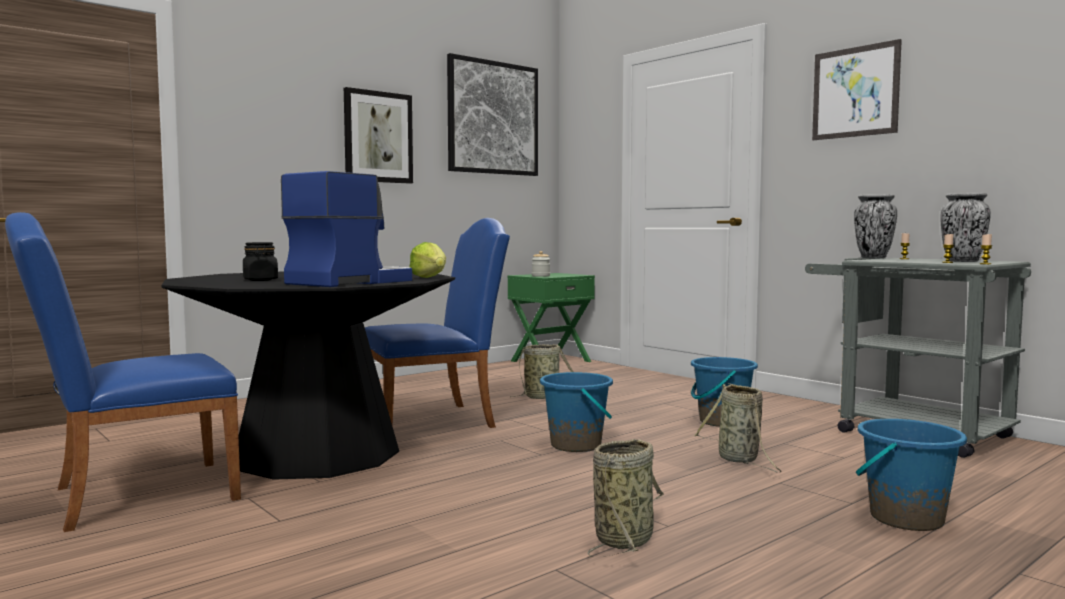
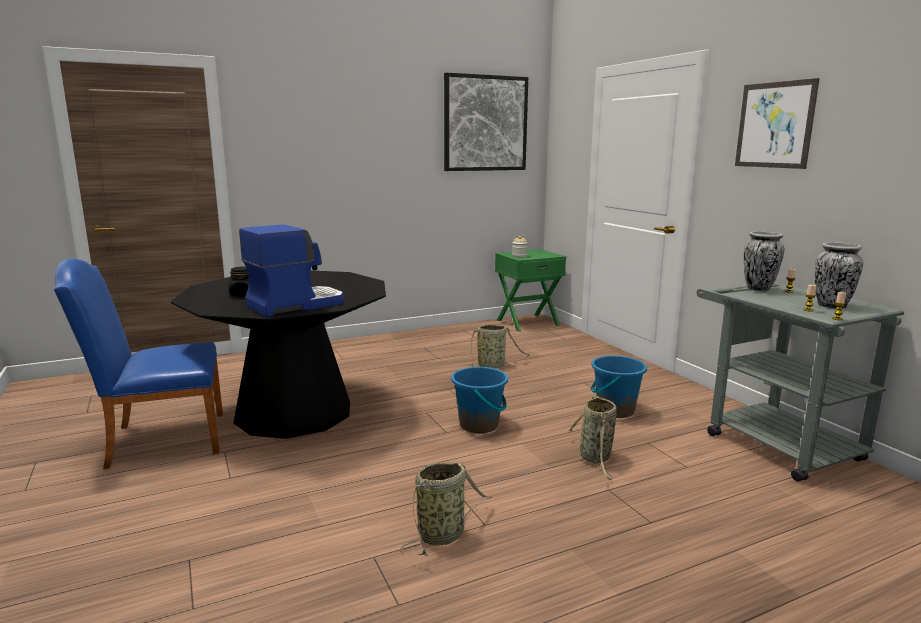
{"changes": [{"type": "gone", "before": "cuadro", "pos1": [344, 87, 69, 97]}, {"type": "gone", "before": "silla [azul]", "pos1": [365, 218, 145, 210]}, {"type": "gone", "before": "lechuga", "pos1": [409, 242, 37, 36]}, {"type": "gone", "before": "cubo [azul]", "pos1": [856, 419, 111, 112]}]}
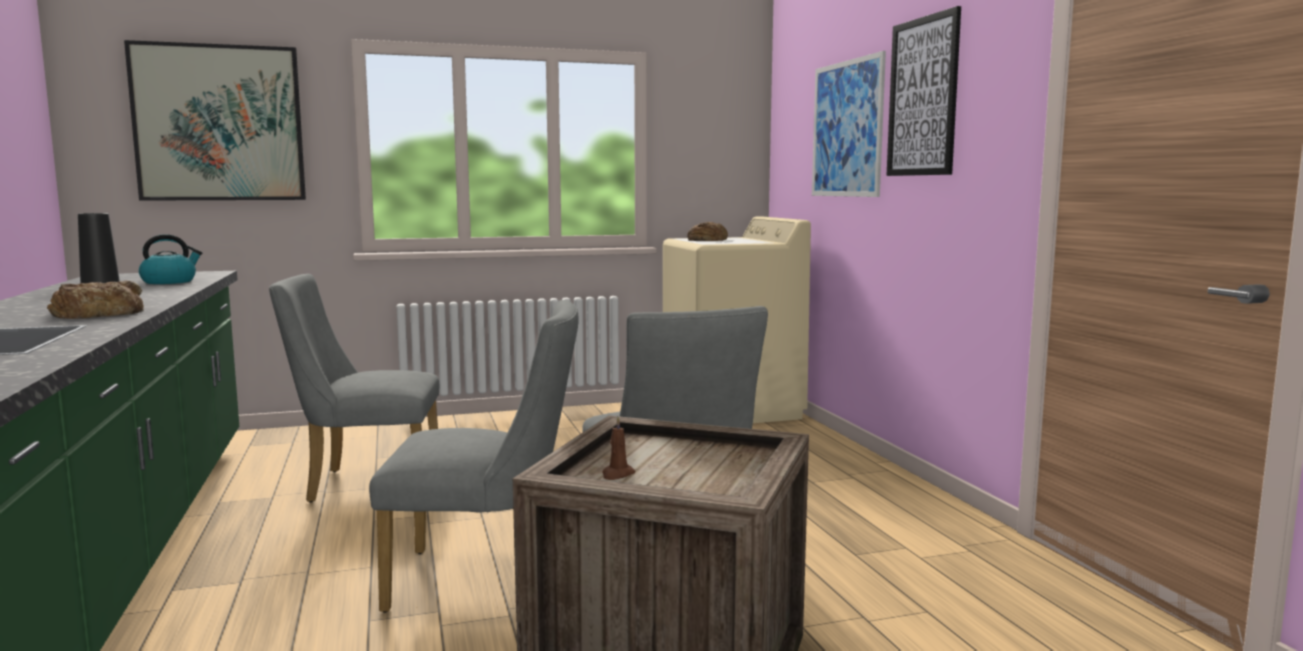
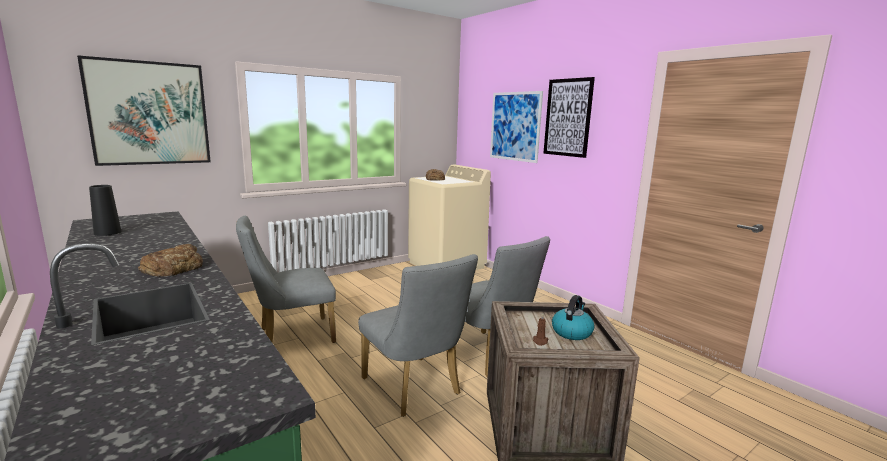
{"changes": [{"type": "shifted", "before": "hervidor", "pos1": [139, 234, 63, 50], "pos2": [552, 295, 43, 45]}, {"type": "rotated", "before": "silla [gris]", "pos1": [369, 300, 210, 313], "pos2": [358, 254, 120, 163], "turn": 75}]}
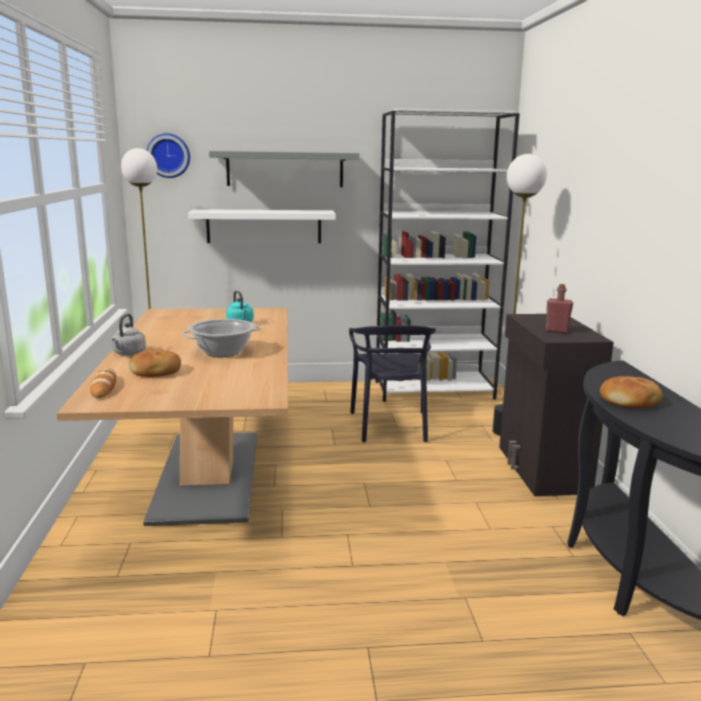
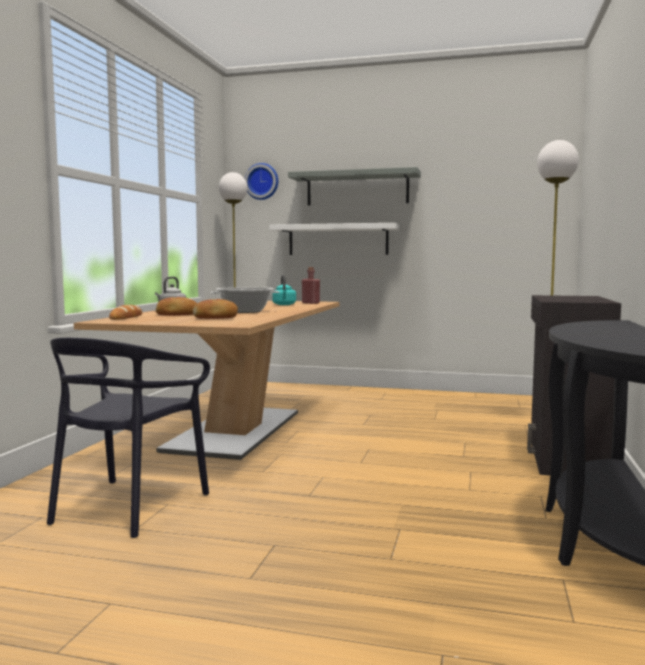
{"changes": [{"type": "gone", "before": "estantería [blanco]", "pos1": [375, 108, 145, 294]}, {"type": "shifted", "before": "silla [negro]", "pos1": [349, 325, 87, 117], "pos2": [47, 338, 163, 200]}, {"type": "shifted", "before": "botella [rojo]", "pos1": [545, 284, 29, 49], "pos2": [302, 267, 18, 37]}, {"type": "shifted", "before": "pan", "pos1": [600, 376, 63, 32], "pos2": [193, 299, 45, 20]}]}
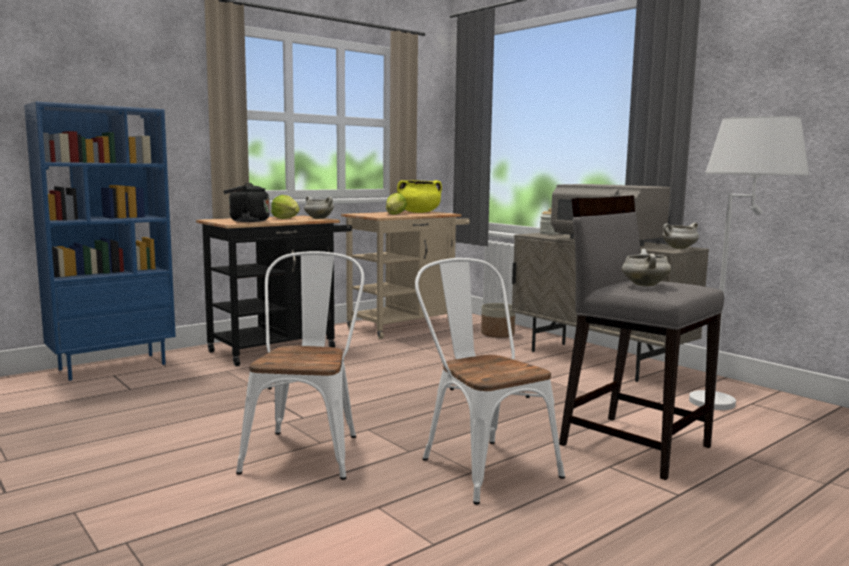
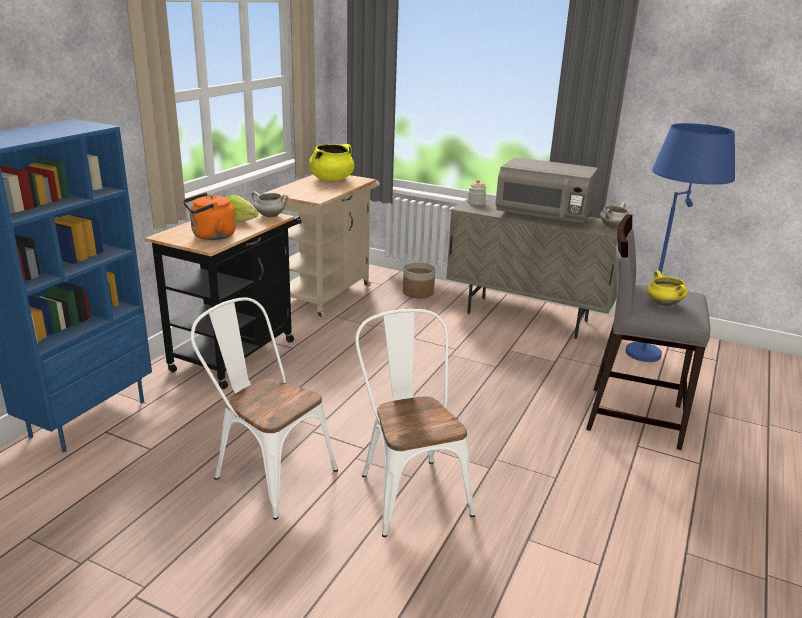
{"changes": [{"type": "gone", "before": "lechuga", "pos1": [386, 193, 21, 21]}, {"type": "shifted", "before": "silla [blanco]", "pos1": [415, 258, 150, 247], "pos2": [191, 297, 147, 223]}, {"type": "repainted", "before": "hervidor [negro]", "after": "hervidor [naranja]", "pos1": [223, 183, 47, 39], "pos2": [183, 193, 53, 47]}, {"type": "repainted", "before": "olla [blanco]", "after": "olla [amarillo]", "pos1": [622, 249, 49, 37], "pos2": [647, 271, 41, 35]}, {"type": "repainted", "before": "lámpara de pie [blanco]", "after": "lámpara de pie [azul]", "pos1": [689, 116, 120, 294], "pos2": [626, 123, 109, 239]}]}
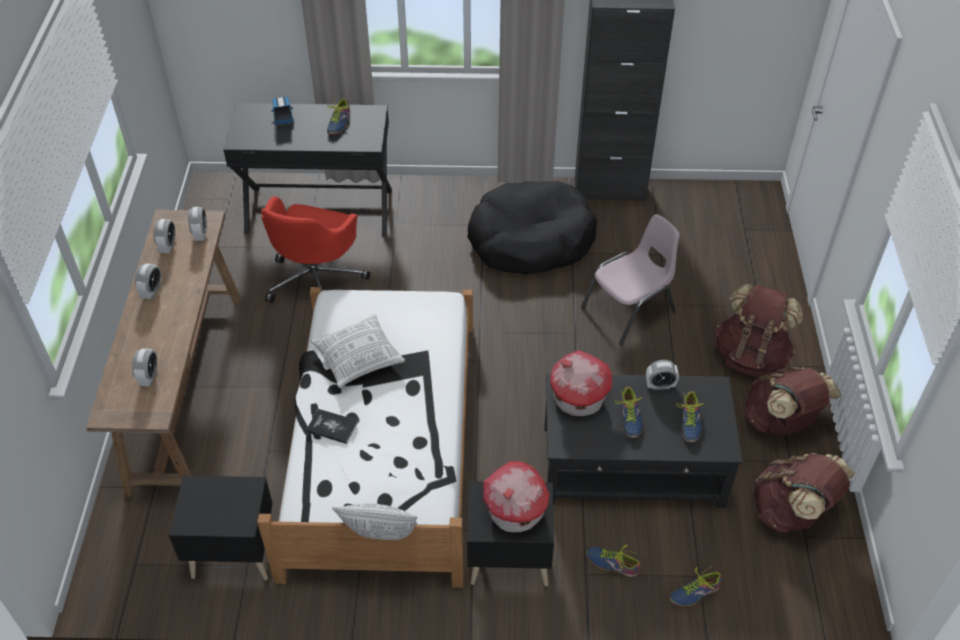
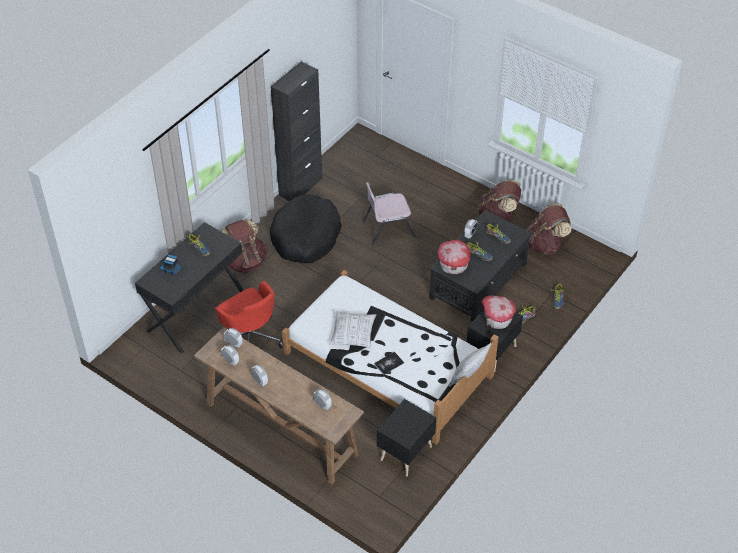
{"changes": [{"type": "shifted", "before": "mochila [marrón]", "pos1": [715, 284, 88, 93], "pos2": [220, 219, 47, 54]}, {"type": "rotated", "before": "silla [rosa]", "pos1": [581, 214, 99, 131], "pos2": [363, 182, 53, 62], "turn": -105}]}
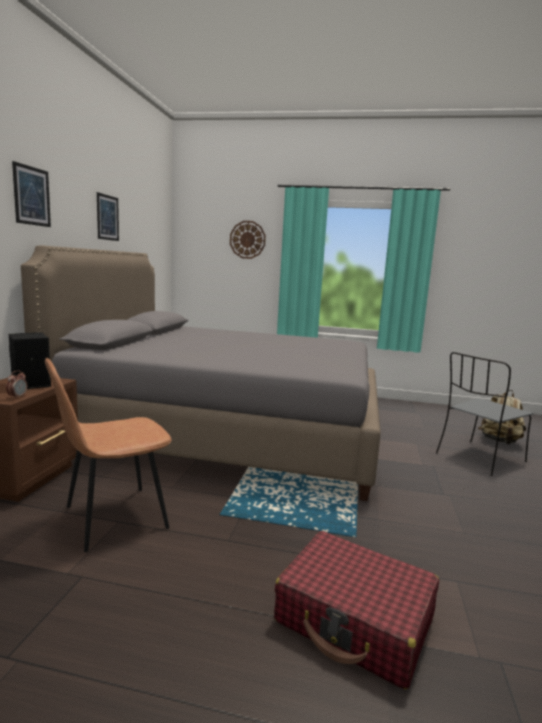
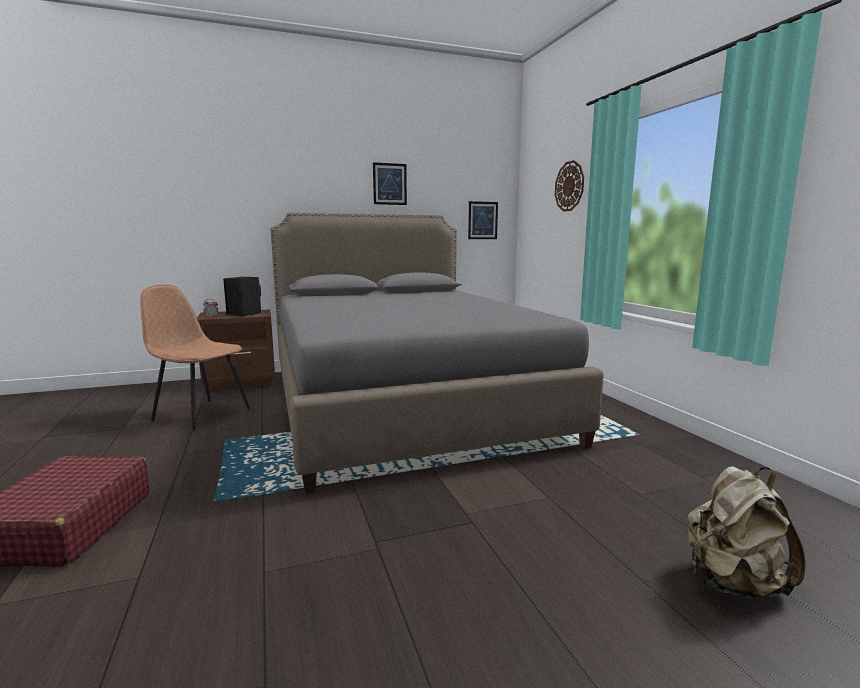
{"changes": [{"type": "gone", "before": "silla [gris]", "pos1": [436, 352, 98, 124]}, {"type": "shifted", "before": "cuadro", "pos1": [12, 161, 39, 66], "pos2": [468, 201, 30, 38]}]}
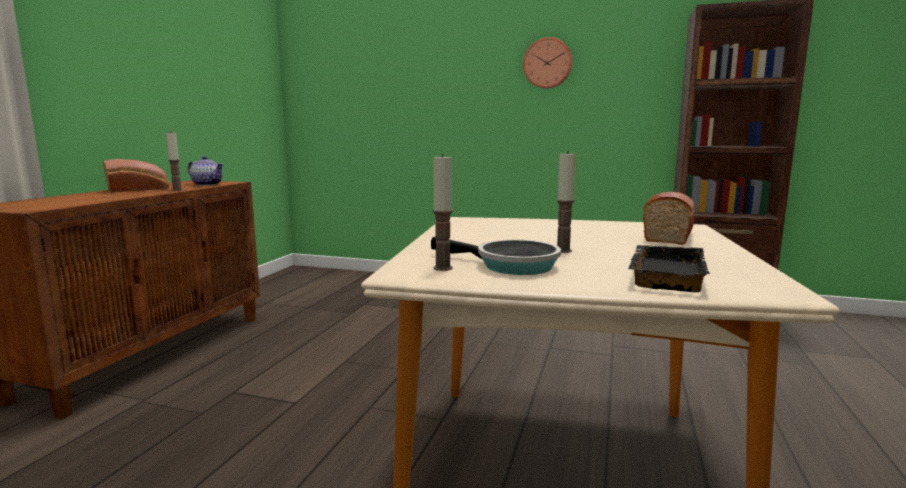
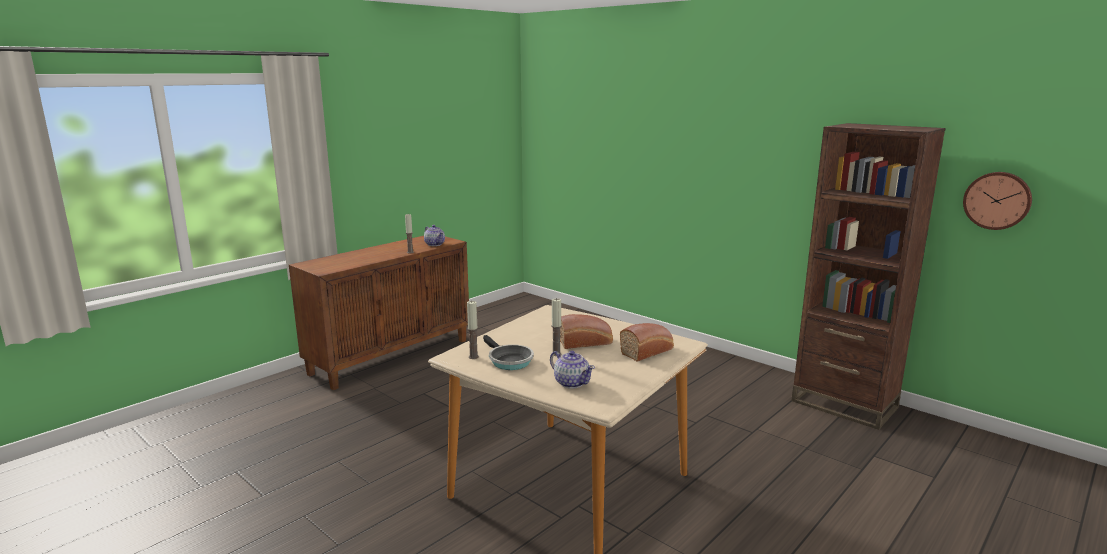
{"changes": [{"type": "shifted", "before": "pan", "pos1": [103, 159, 66, 33], "pos2": [560, 314, 53, 35]}, {"type": "shifted", "before": "reloj de pared", "pos1": [523, 37, 49, 51], "pos2": [963, 172, 69, 58]}, {"type": "swapped", "before": "bandeja [negro]", "after": "tetera", "pos1": [628, 245, 82, 47], "pos2": [550, 351, 45, 37]}]}
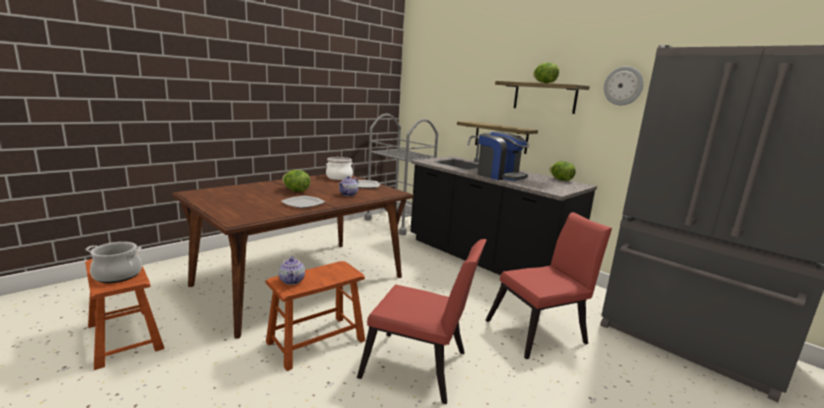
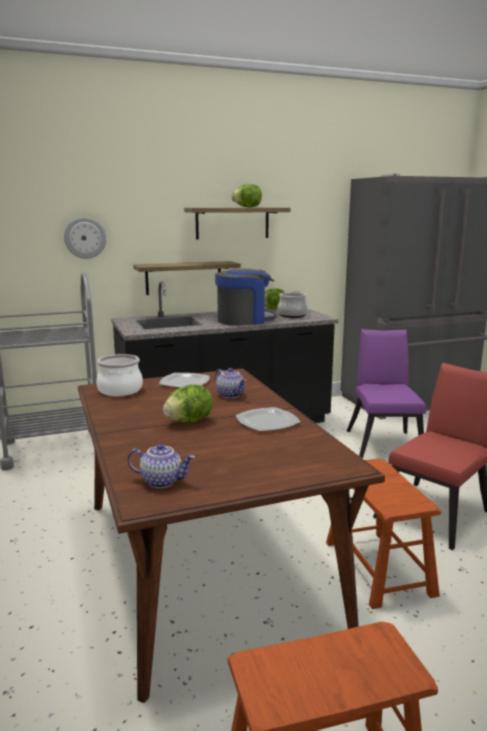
{"changes": [{"type": "shifted", "before": "olla", "pos1": [86, 242, 56, 41], "pos2": [277, 291, 31, 27]}, {"type": "shifted", "before": "tetera", "pos1": [279, 256, 26, 29], "pos2": [127, 443, 68, 45]}, {"type": "shifted", "before": "reloj de pared", "pos1": [604, 66, 40, 39], "pos2": [64, 217, 42, 42]}, {"type": "repainted", "before": "silla [rojo]", "after": "silla [morado]", "pos1": [485, 212, 127, 147], "pos2": [347, 329, 79, 130]}]}
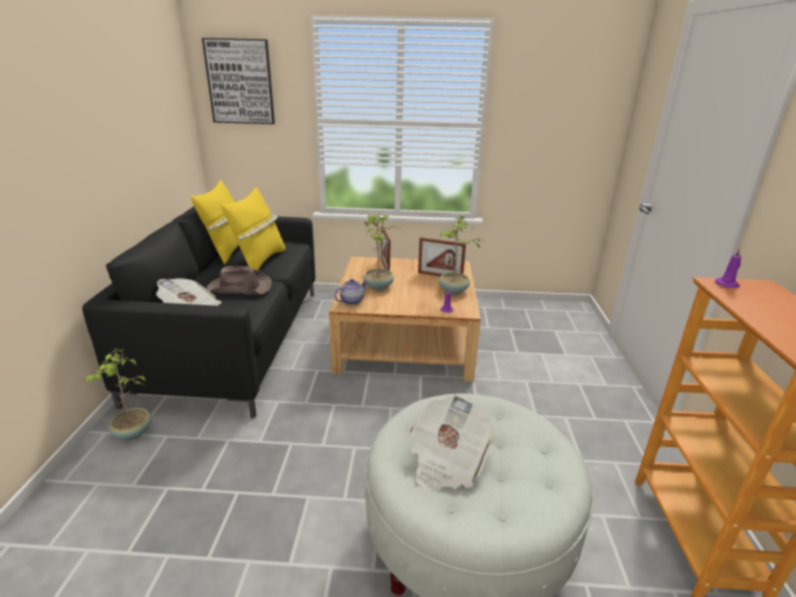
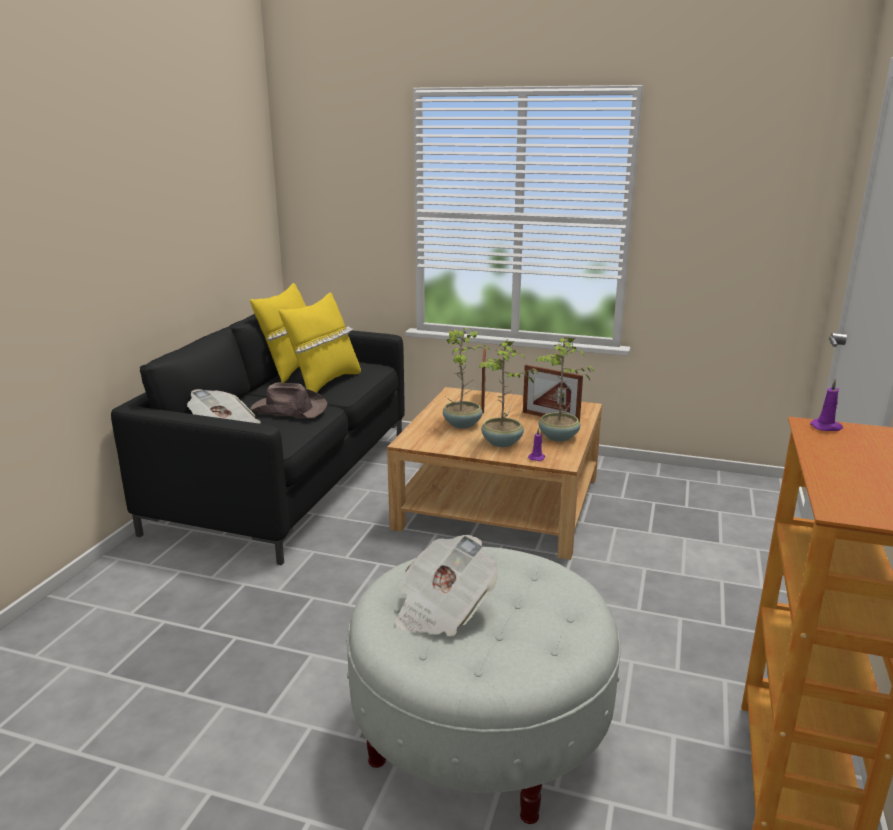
{"changes": [{"type": "gone", "before": "cuadro", "pos1": [202, 38, 73, 86]}, {"type": "gone", "before": "tetera", "pos1": [334, 279, 35, 26]}, {"type": "shifted", "before": "planta en maceta", "pos1": [84, 348, 68, 92], "pos2": [479, 339, 59, 108]}]}
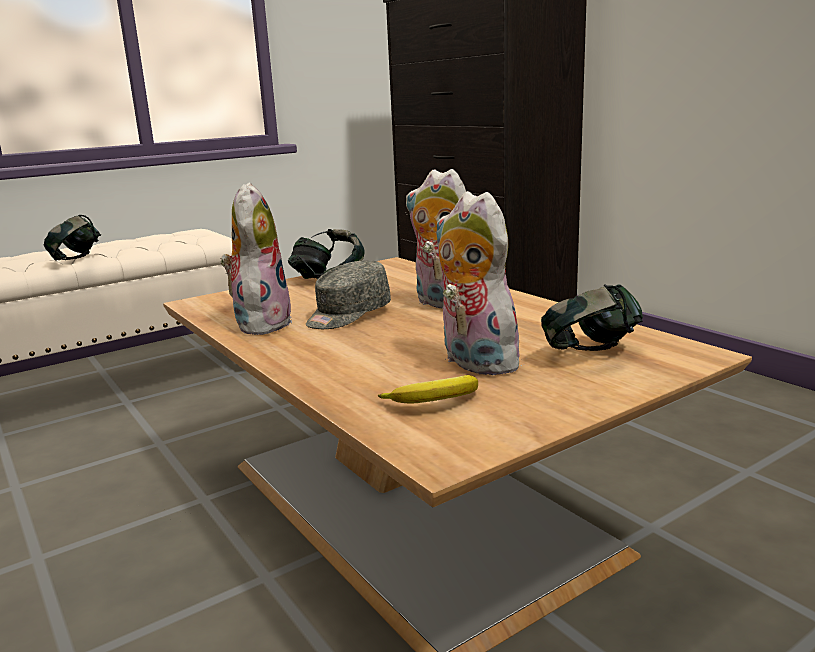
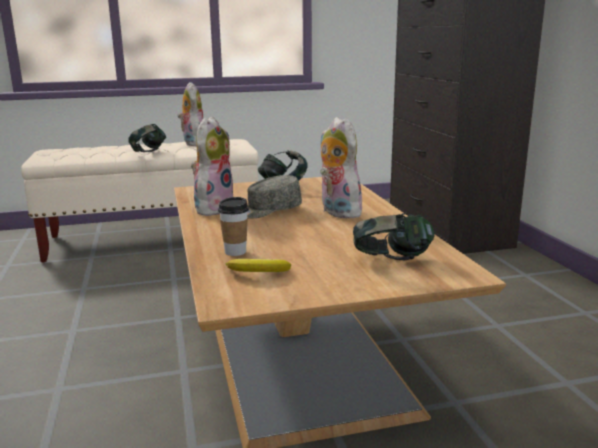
{"changes": [{"type": "new", "after": "taza", "pos2": [218, 197, 31, 59]}, {"type": "shifted", "before": "peluche", "pos1": [436, 191, 91, 184], "pos2": [178, 82, 25, 64]}]}
